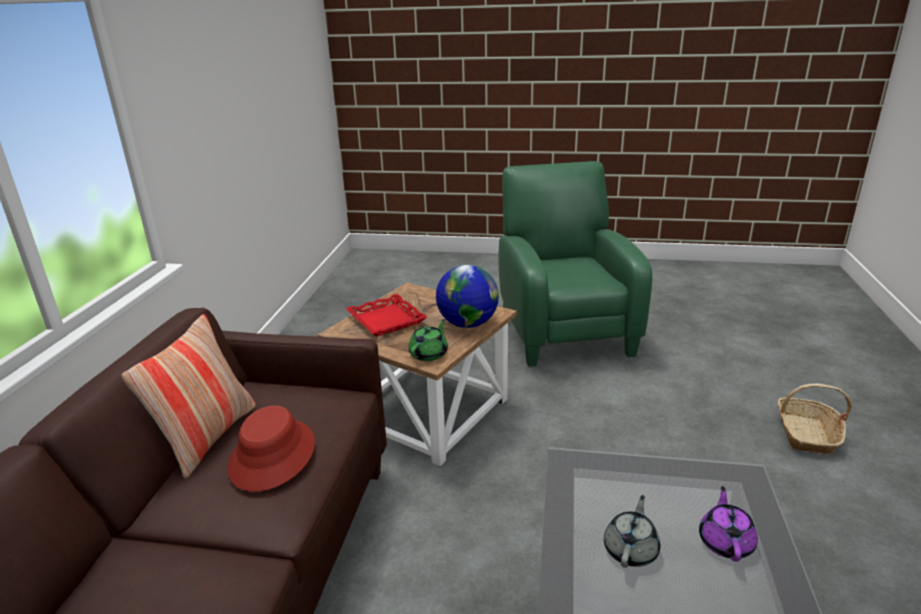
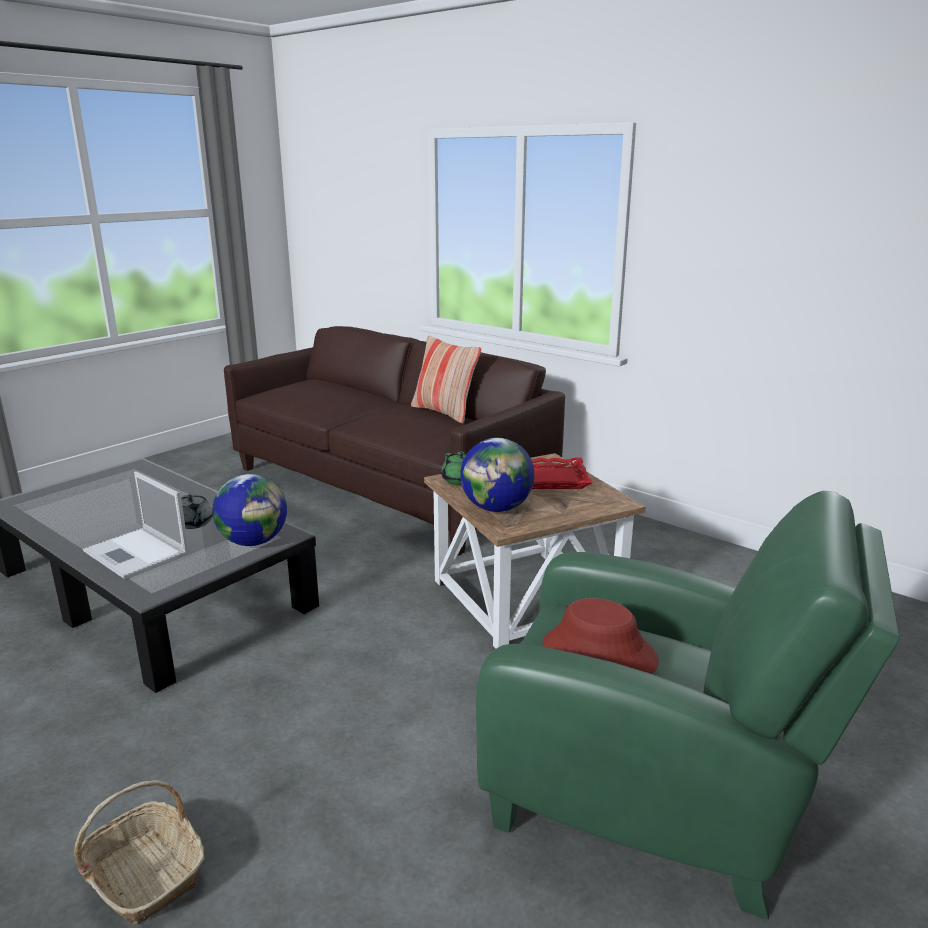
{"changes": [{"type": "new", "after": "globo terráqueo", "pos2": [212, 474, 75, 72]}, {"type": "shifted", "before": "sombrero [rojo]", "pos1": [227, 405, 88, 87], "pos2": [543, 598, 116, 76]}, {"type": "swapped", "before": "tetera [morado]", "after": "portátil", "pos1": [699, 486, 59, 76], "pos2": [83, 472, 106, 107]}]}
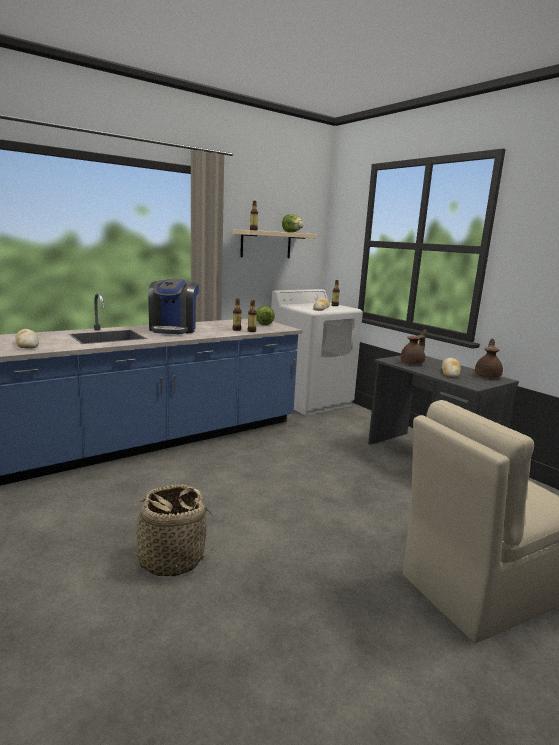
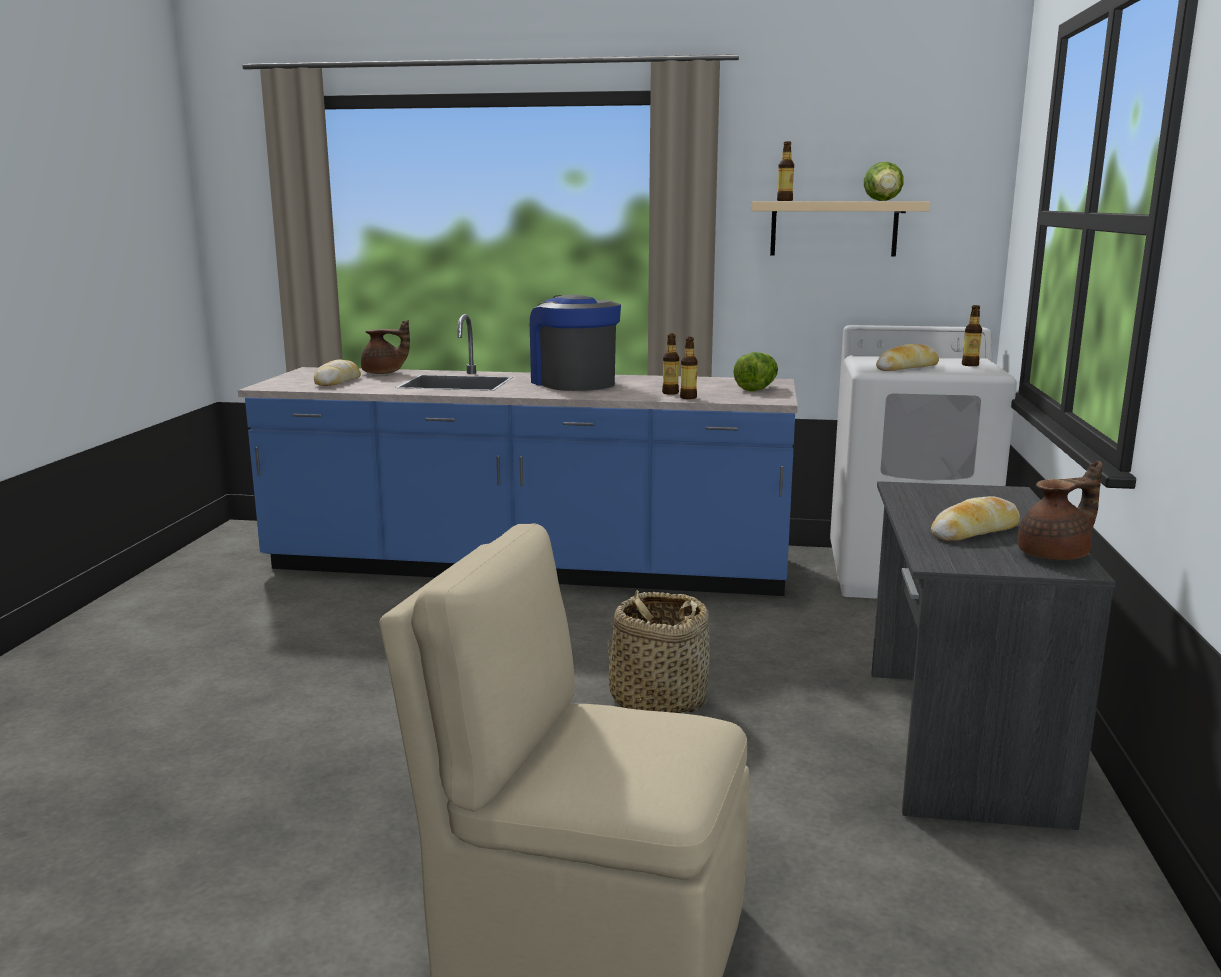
{"changes": [{"type": "shifted", "before": "cesta", "pos1": [123, 484, 91, 93], "pos2": [608, 590, 102, 124]}, {"type": "shifted", "before": "tetera [marrón]", "pos1": [400, 329, 26, 35], "pos2": [361, 320, 49, 54]}, {"type": "rotated", "before": "cafetera", "pos1": [148, 278, 51, 56], "pos2": [530, 295, 91, 96], "turn": 105}]}
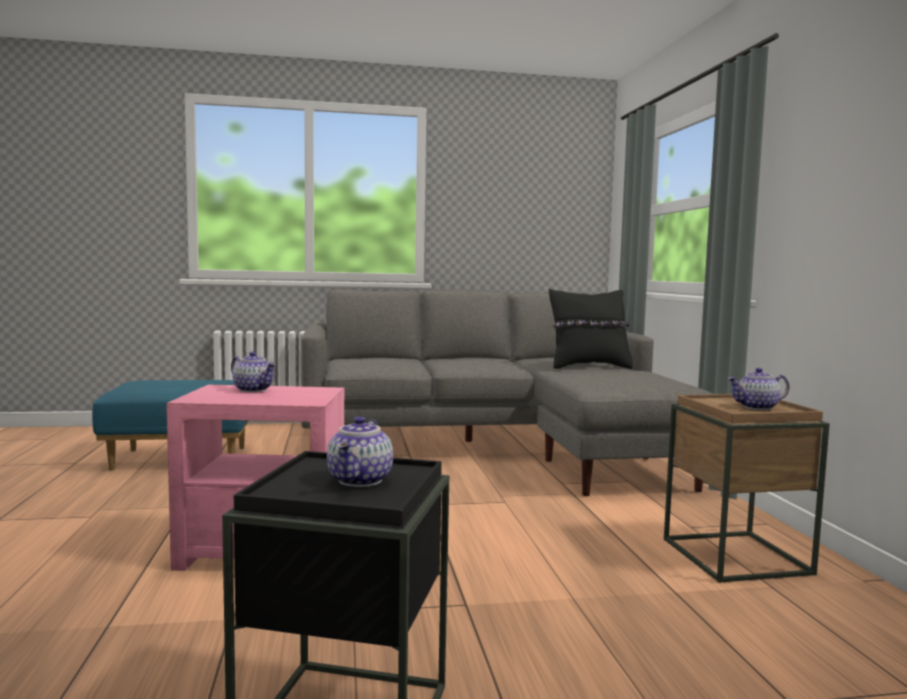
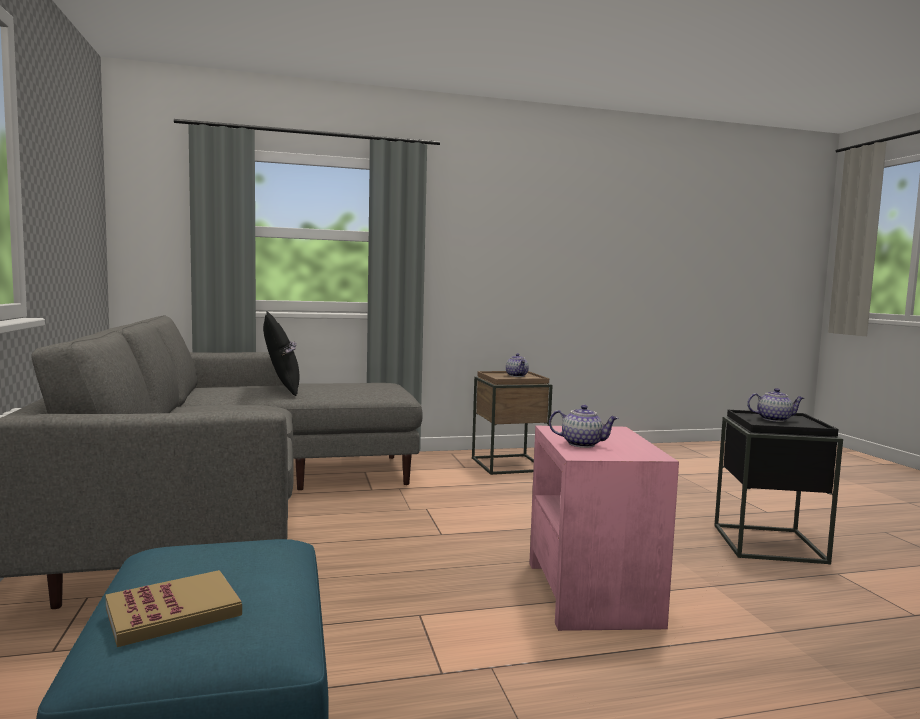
{"changes": [{"type": "new", "after": "libro", "pos2": [105, 570, 137, 77]}, {"type": "rotated", "before": "tetera", "pos1": [231, 351, 45, 41], "pos2": [549, 405, 70, 43], "turn": 75}]}
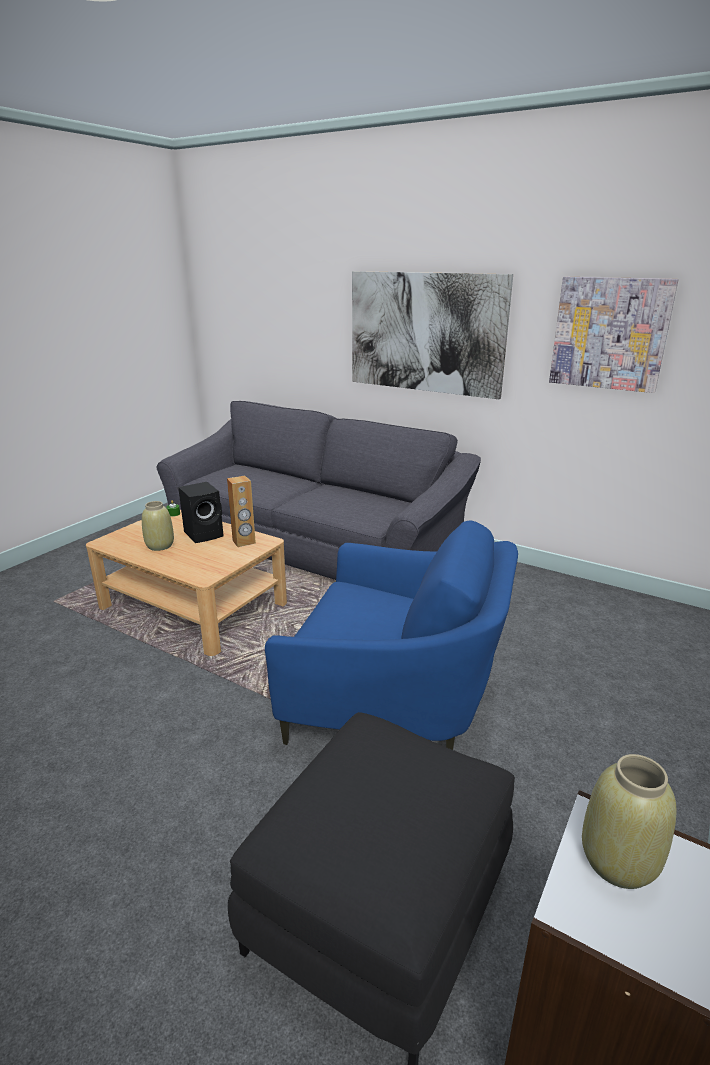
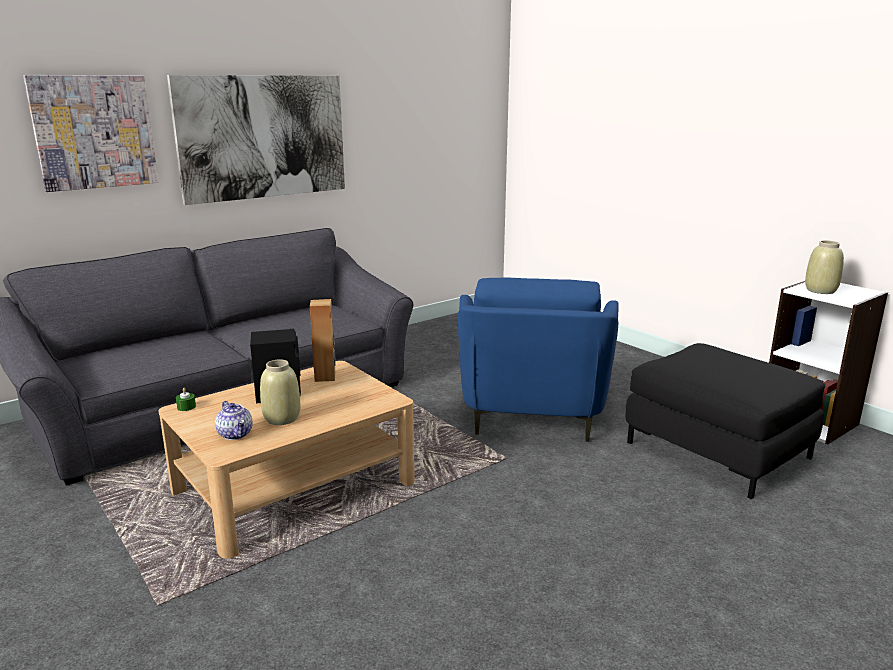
{"changes": [{"type": "new", "after": "tetera", "pos2": [215, 401, 38, 39]}, {"type": "shifted", "before": "cuadro", "pos1": [549, 277, 130, 116], "pos2": [23, 75, 135, 117]}, {"type": "rotated", "before": "sillón [azul]", "pos1": [265, 521, 253, 229], "pos2": [458, 278, 161, 164], "turn": 150}]}
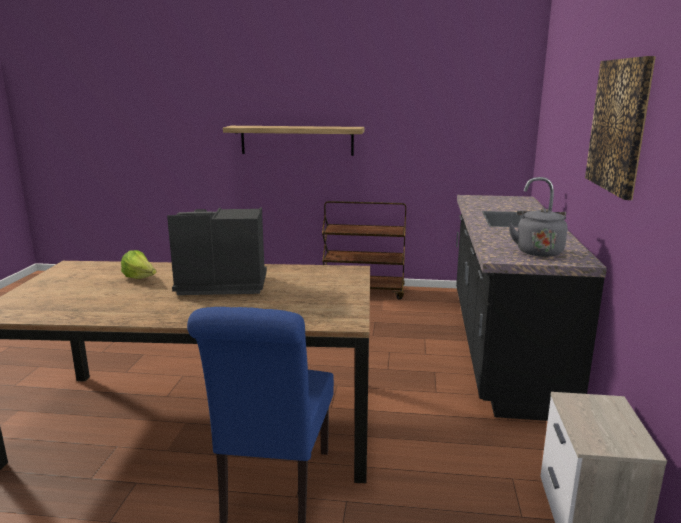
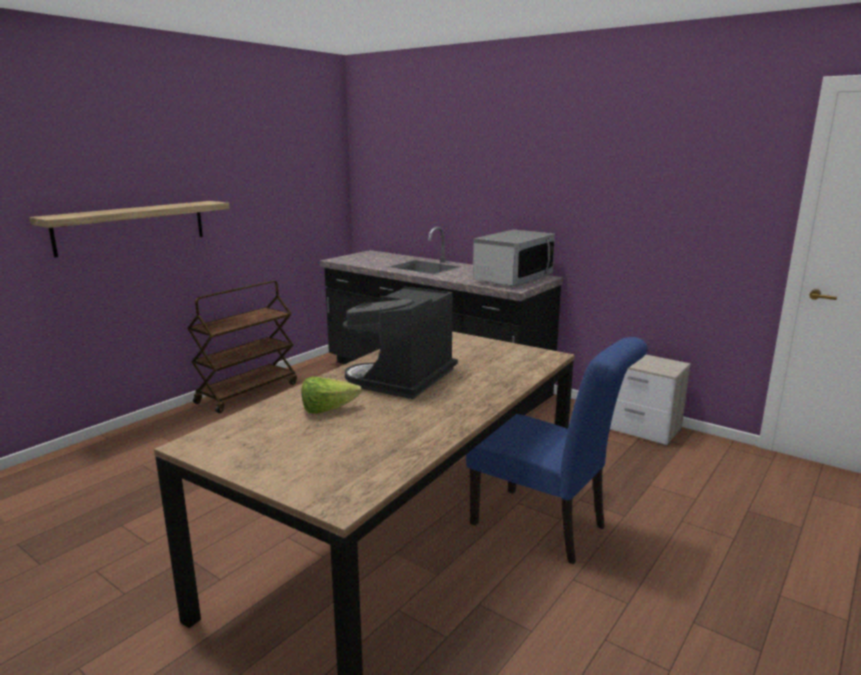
{"changes": [{"type": "gone", "before": "cuadro", "pos1": [585, 56, 71, 144]}, {"type": "swapped", "before": "hervidor [gris]", "after": "microondas", "pos1": [508, 208, 60, 49], "pos2": [473, 230, 82, 56]}]}
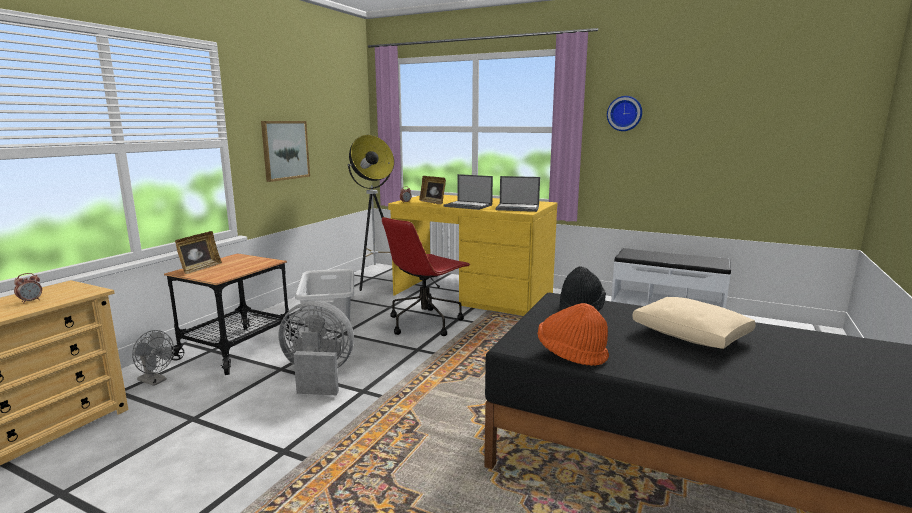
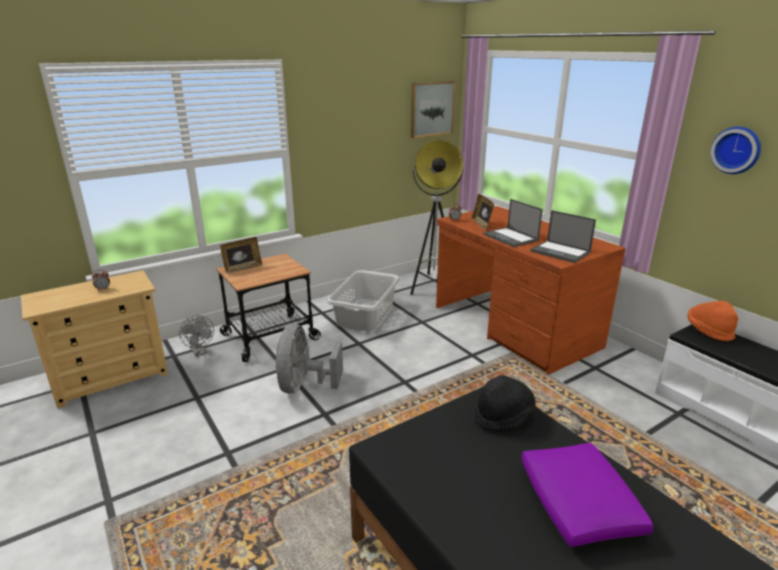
{"changes": [{"type": "gone", "before": "silla de oficina [rojo]", "pos1": [382, 217, 88, 119]}, {"type": "shifted", "before": "cuadro", "pos1": [261, 121, 49, 61], "pos2": [411, 81, 44, 57]}, {"type": "shifted", "before": "sombrero [naranja]", "pos1": [538, 303, 71, 63], "pos2": [687, 301, 51, 40]}, {"type": "repainted", "before": "escritorio [amarillo]", "after": "escritorio [marrón]", "pos1": [388, 195, 170, 121], "pos2": [436, 206, 190, 169]}, {"type": "repainted", "before": "cojín [beis]", "after": "cojín [morado]", "pos1": [632, 297, 124, 52], "pos2": [521, 443, 132, 104]}, {"type": "rotated", "before": "ventilador [gris]", "pos1": [279, 301, 75, 94], "pos2": [275, 324, 68, 70], "turn": -120}]}
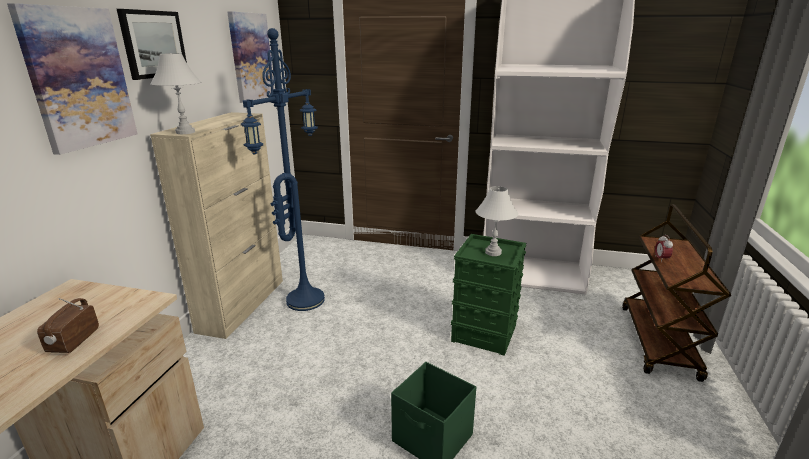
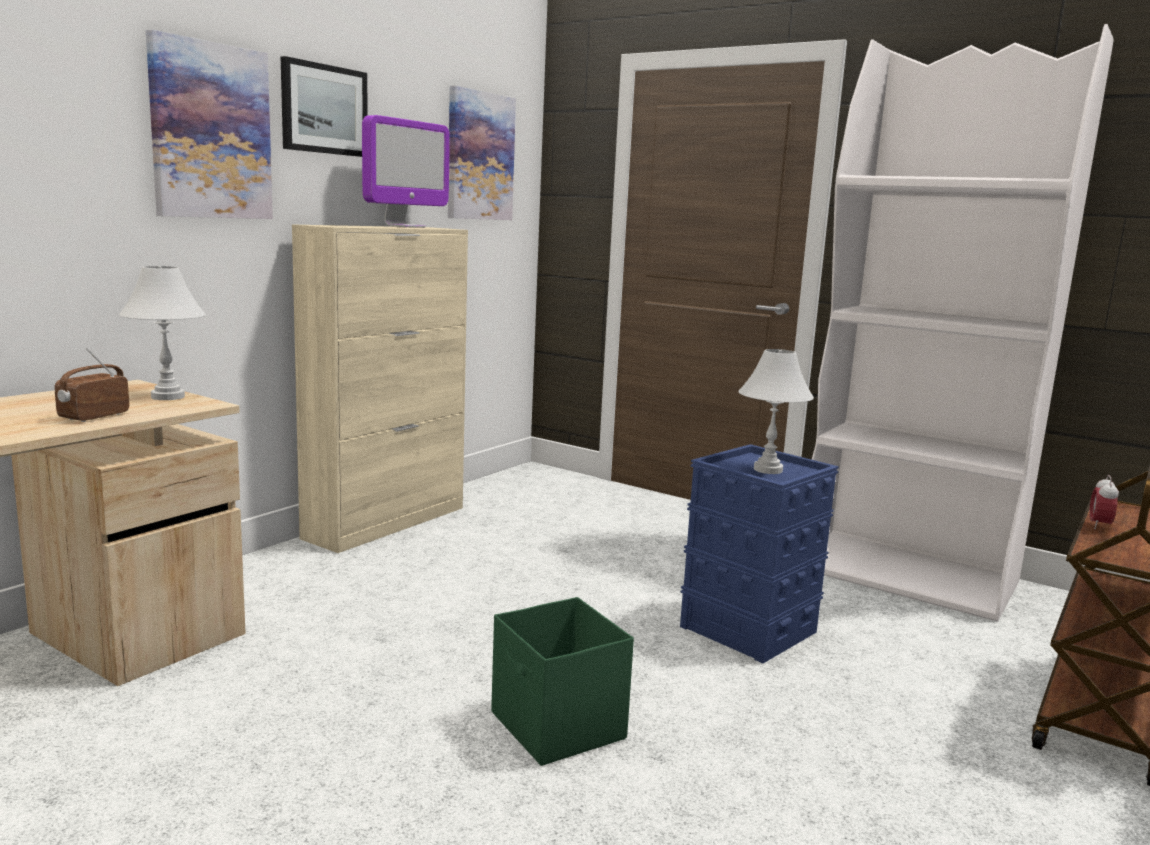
{"changes": [{"type": "gone", "before": "lámpara de pie [azul]", "pos1": [241, 28, 84, 283]}, {"type": "new", "after": "monitor", "pos2": [362, 115, 88, 113]}, {"type": "shifted", "before": "lámpara de mesa [blanco]", "pos1": [151, 53, 50, 81], "pos2": [119, 266, 87, 134]}, {"type": "repainted", "before": "caja de almacenaje [verde]", "after": "caja de almacenaje [azul]", "pos1": [451, 234, 75, 122], "pos2": [680, 444, 159, 219]}]}
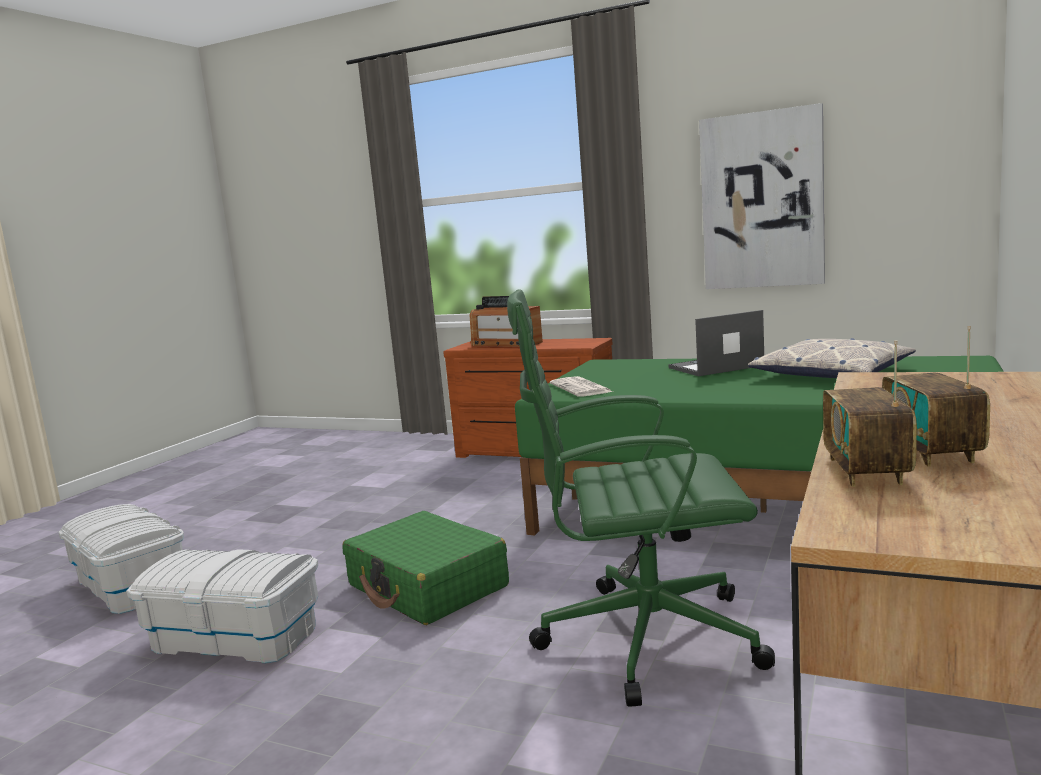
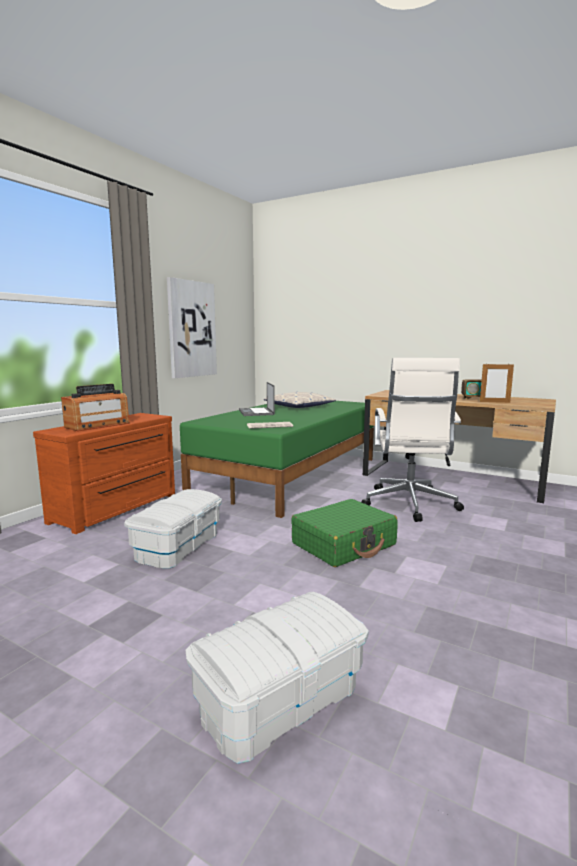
{"changes": [{"type": "shifted", "before": "caja de almacenaje [blanco]", "pos1": [126, 549, 192, 114], "pos2": [124, 489, 98, 80]}, {"type": "swapped", "before": "radio", "after": "portarretratos", "pos1": [823, 340, 94, 147], "pos2": [480, 364, 34, 39]}, {"type": "repainted", "before": "silla de oficina [verde]", "after": "silla de oficina [blanco]", "pos1": [507, 289, 268, 418], "pos2": [361, 358, 103, 164]}]}
